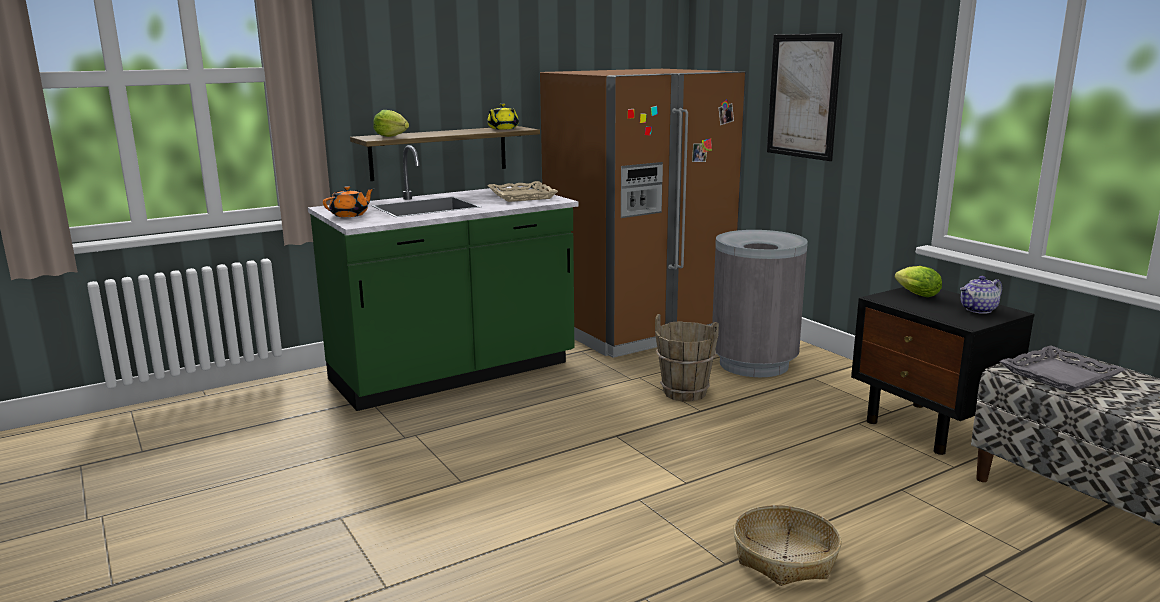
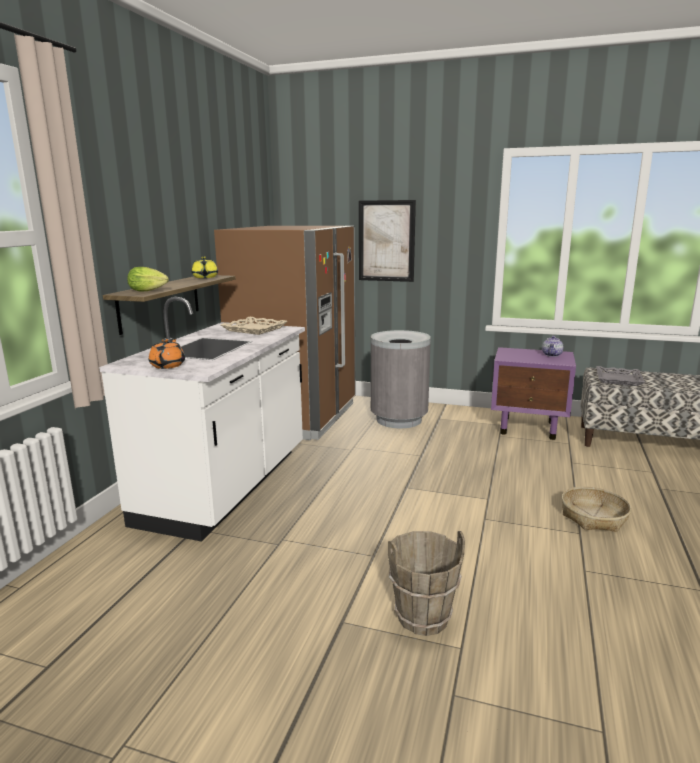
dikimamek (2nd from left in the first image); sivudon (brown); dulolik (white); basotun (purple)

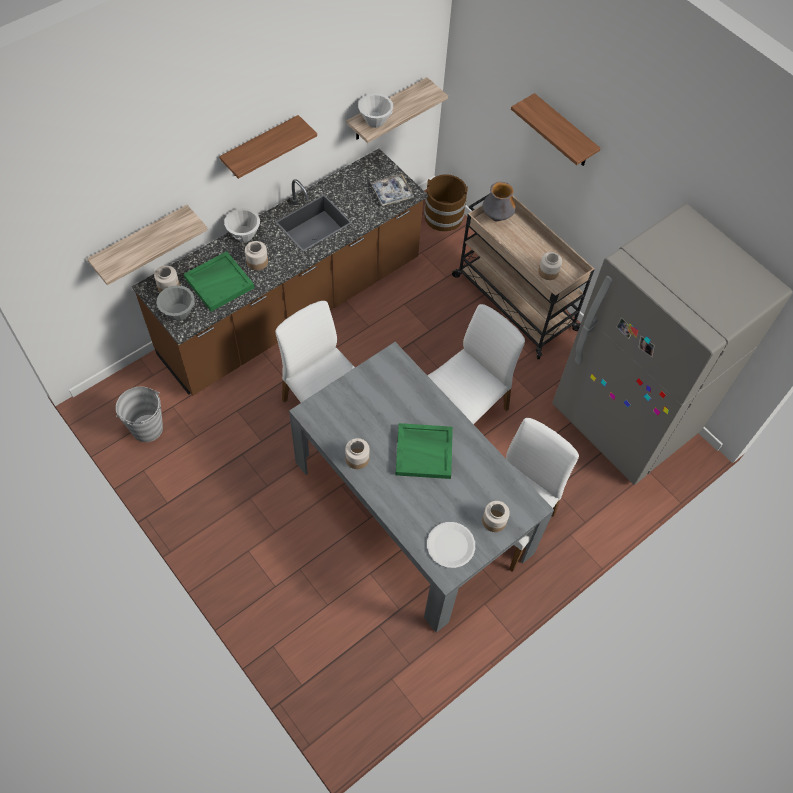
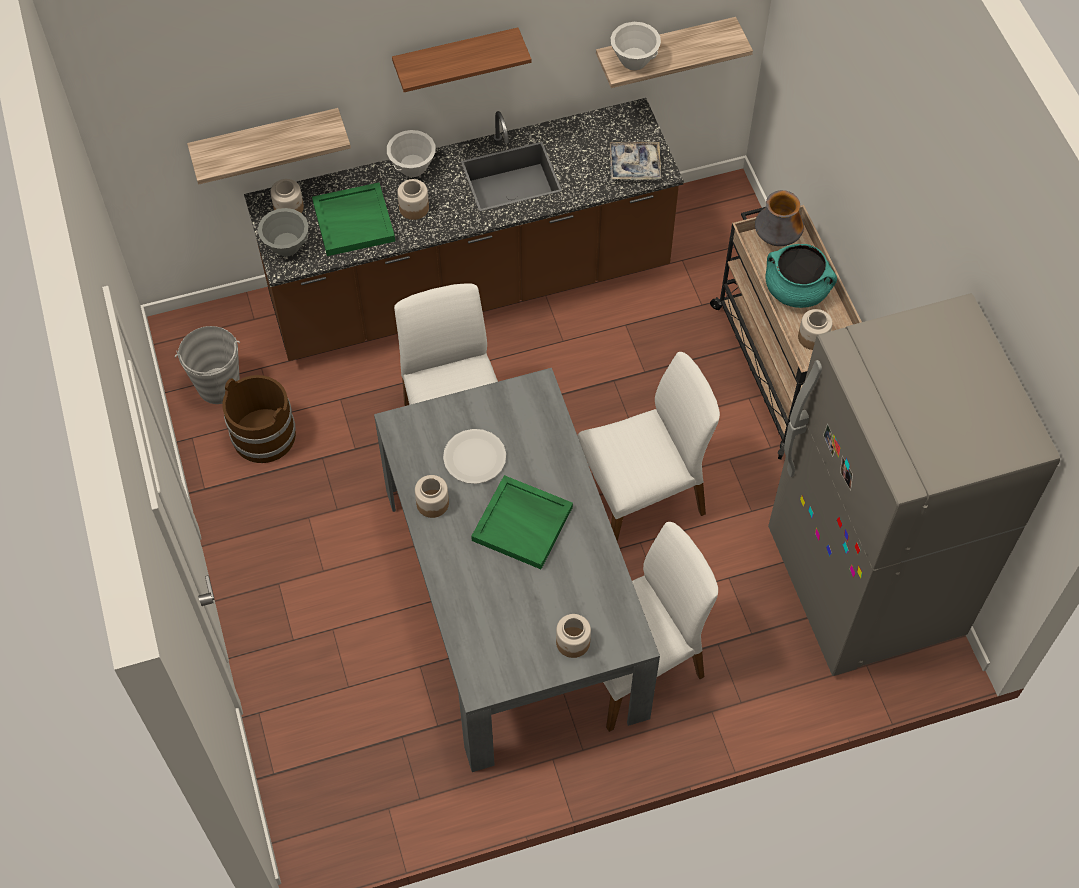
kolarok (4th from left in the first image); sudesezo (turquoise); sivudon (brown); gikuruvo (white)

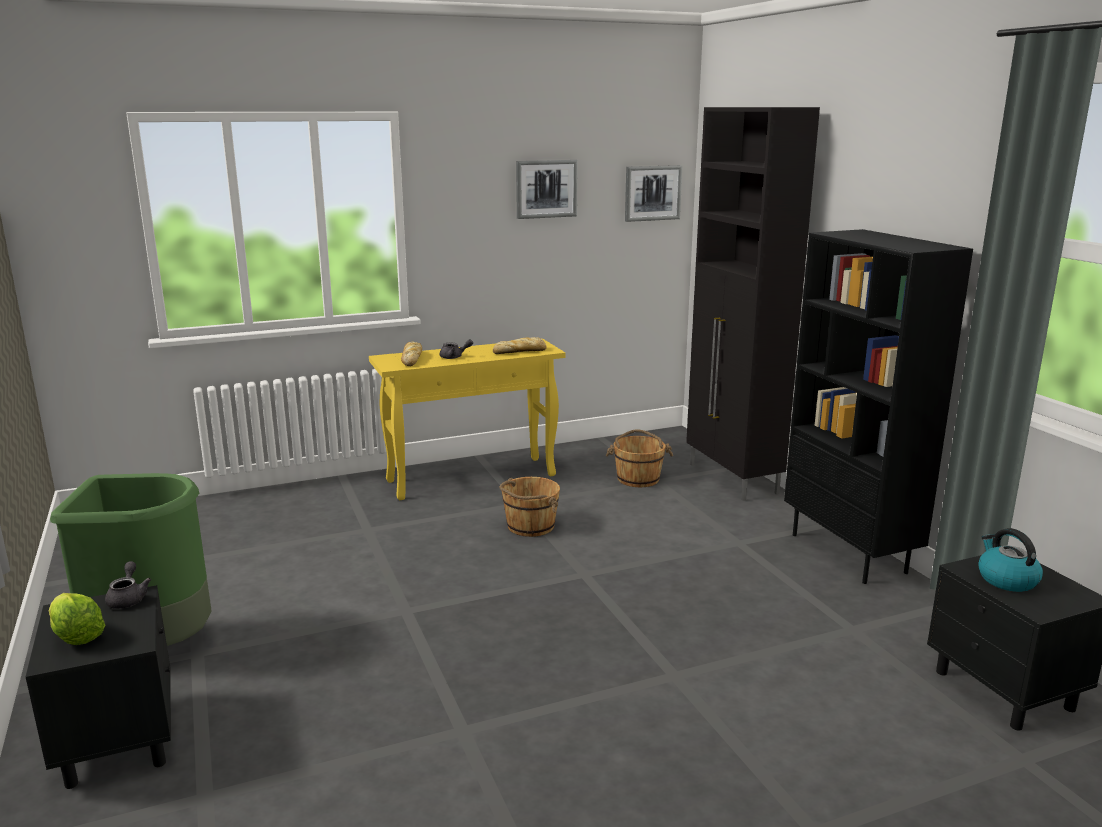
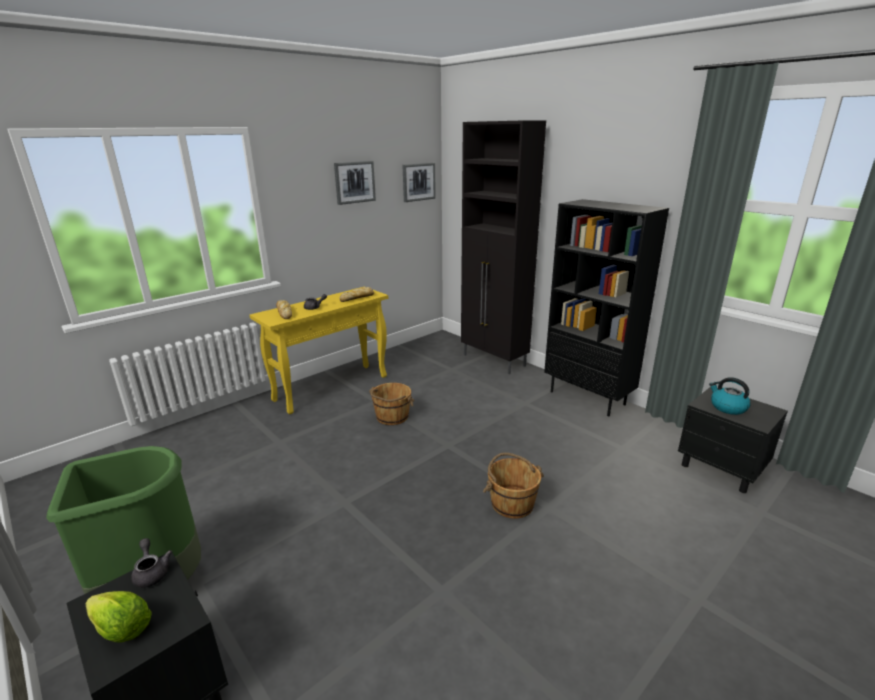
sivudon (brown) (2nd from left)

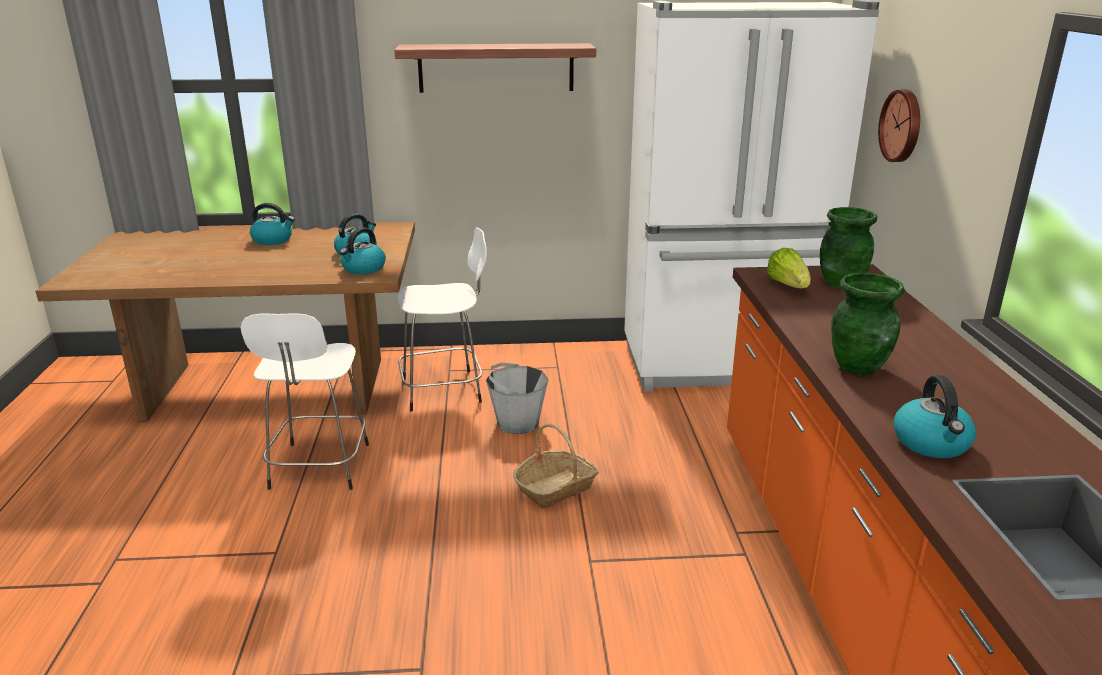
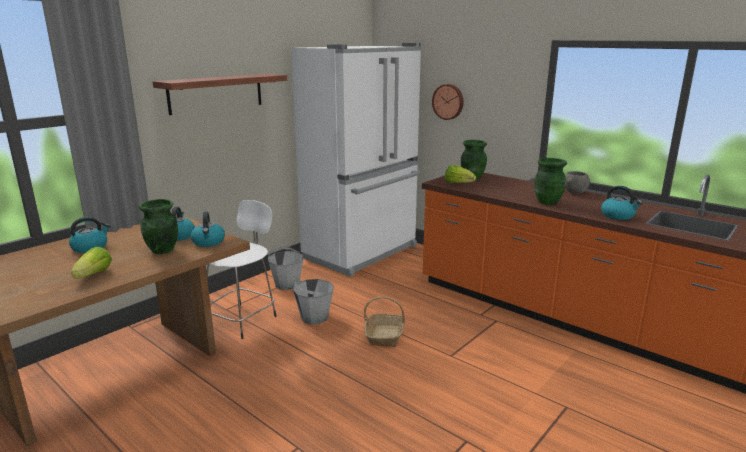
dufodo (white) (1st from left in the first image); dikimamek (1st from left); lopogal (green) (1st from left); sivudon (grey) (1st from left); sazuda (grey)

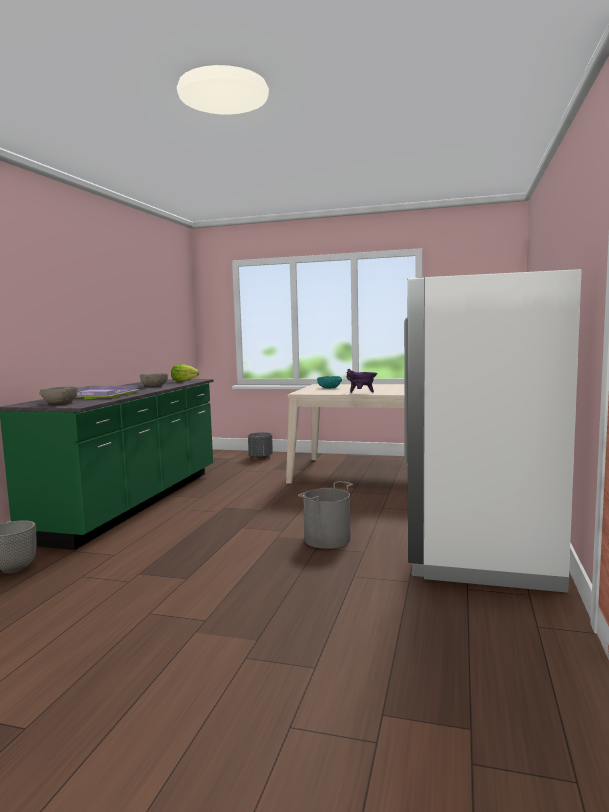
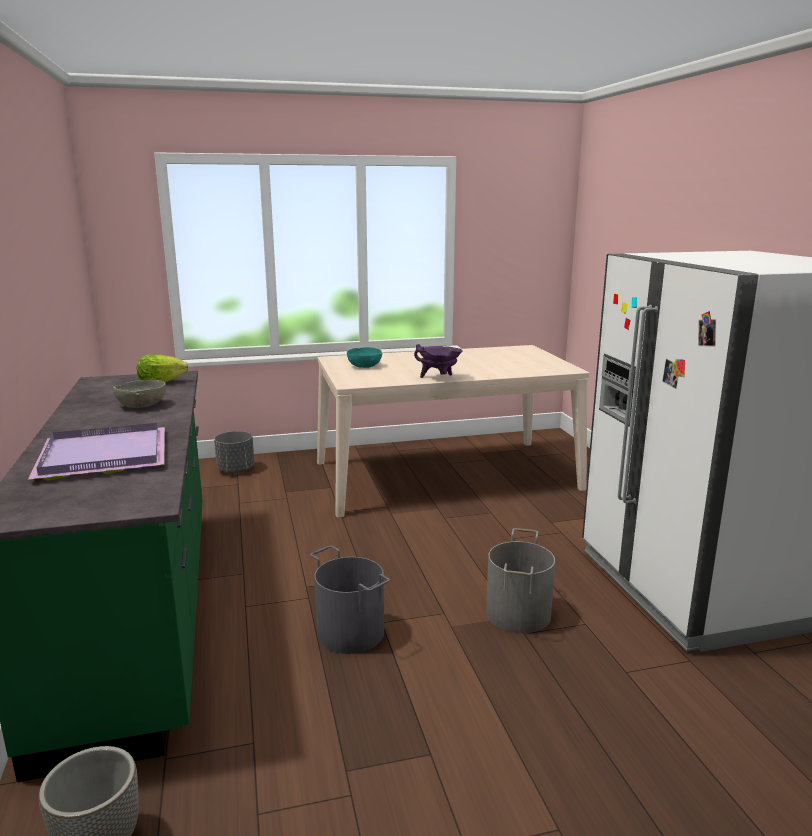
sazuda (grey) (1st from left in the first image); sivudon (grey) (1st from left)

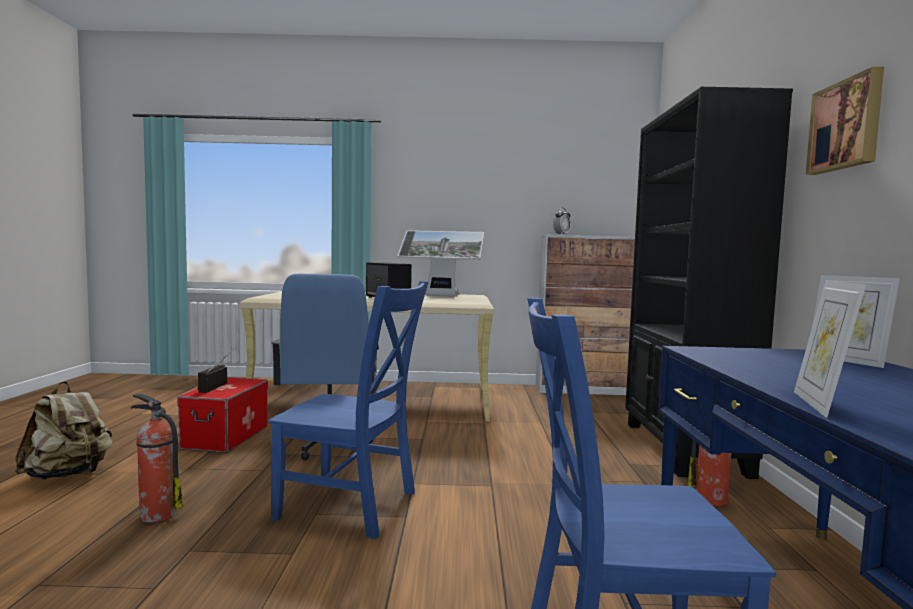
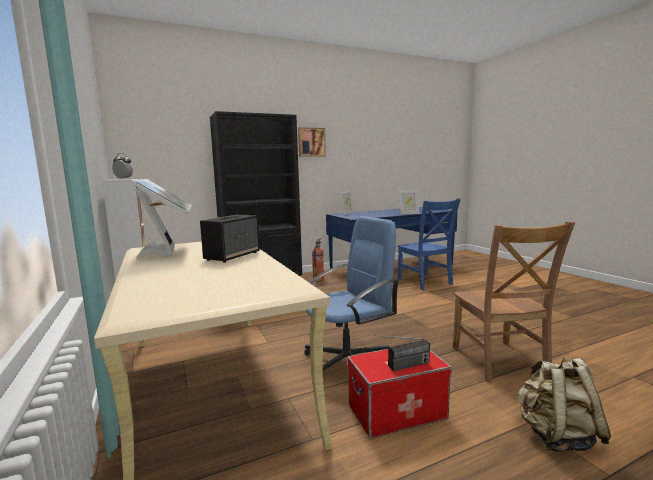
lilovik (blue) (1st from left in the first image); lilovik (brown)

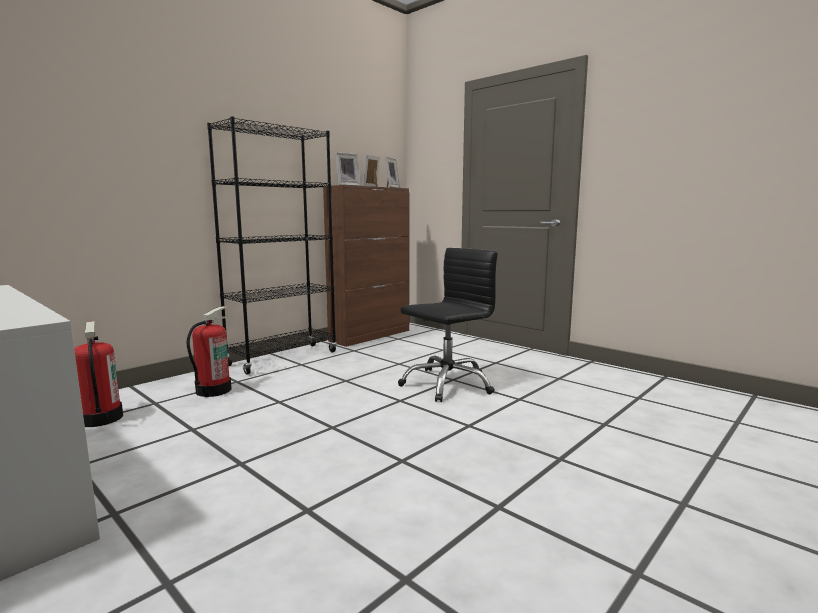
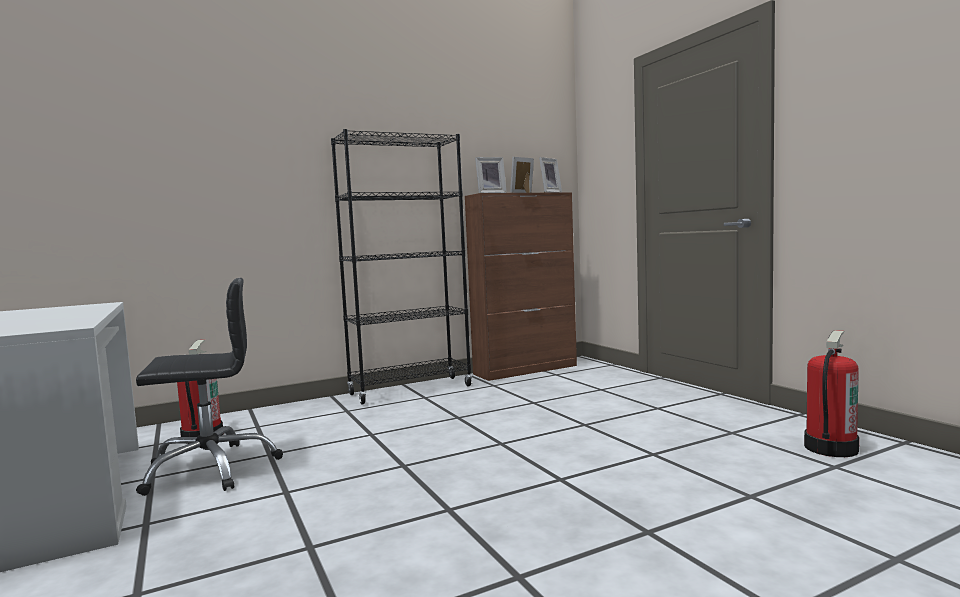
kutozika (2nd from left); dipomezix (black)

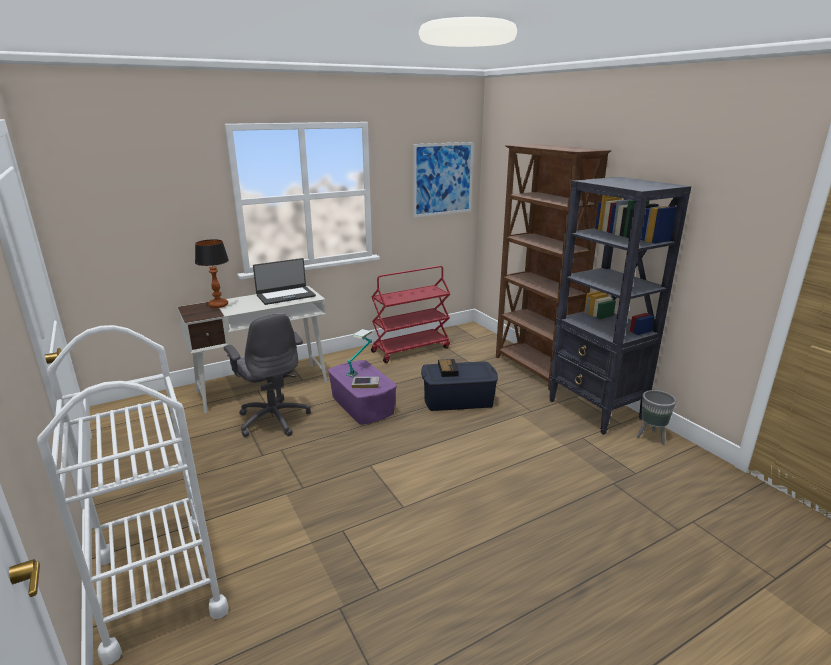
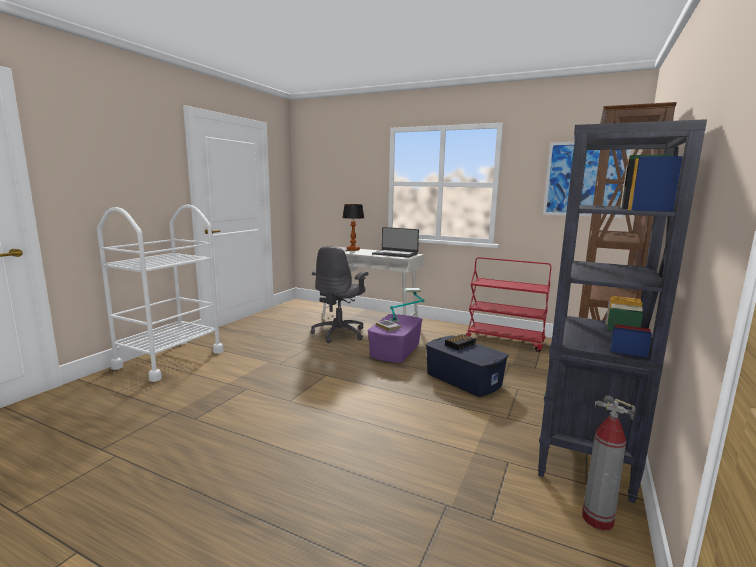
kutozika

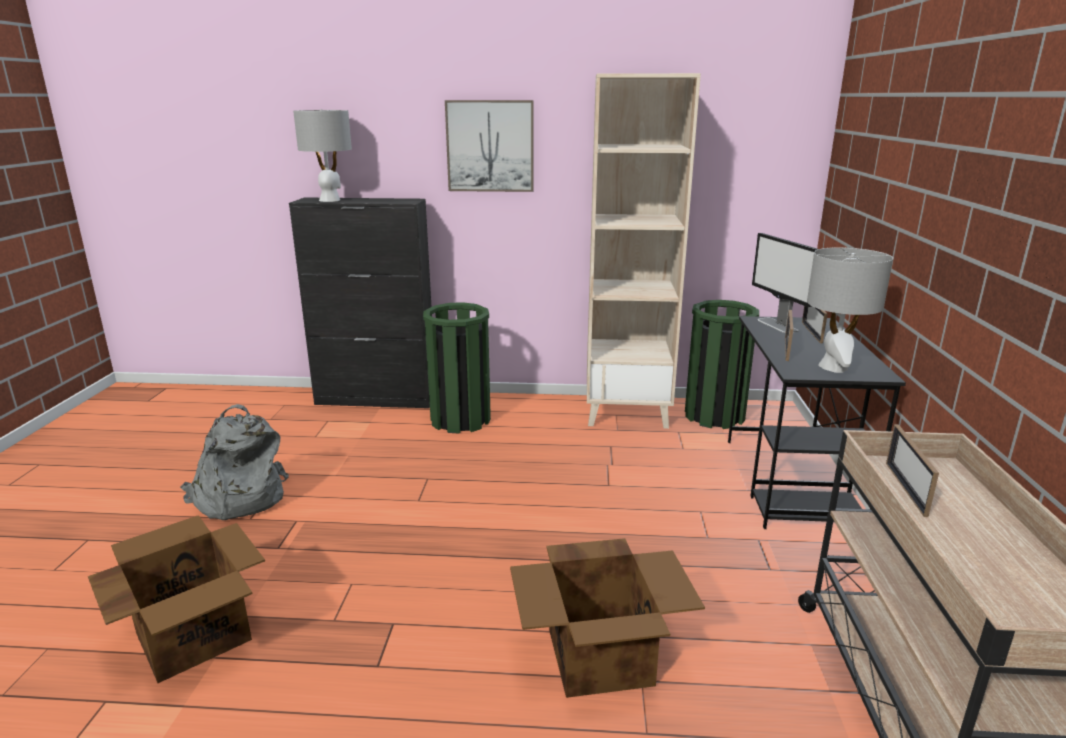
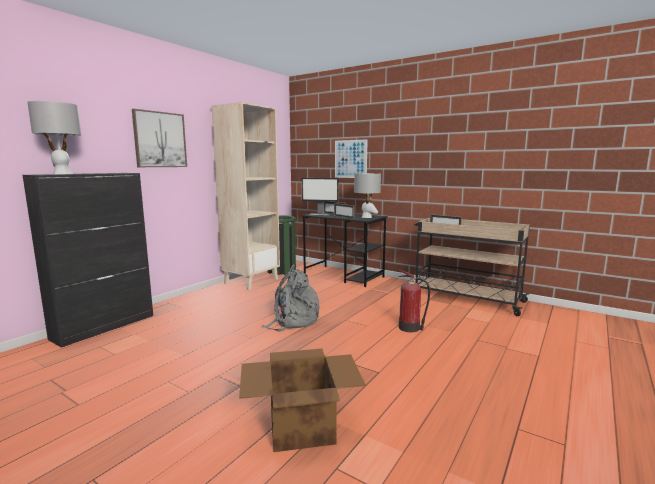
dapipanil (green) (1st from left in the first image); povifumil (2nd from left); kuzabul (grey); kutozika

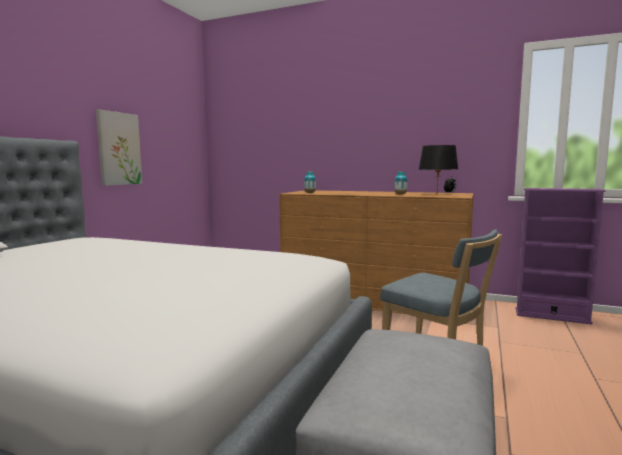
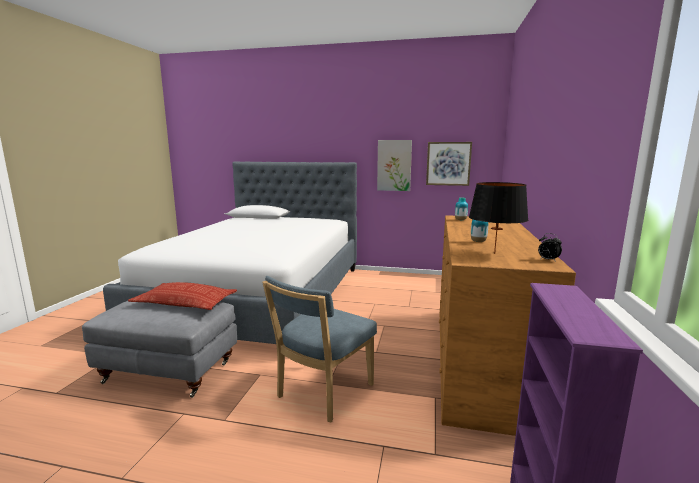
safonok; povifumil (2nd from left)

